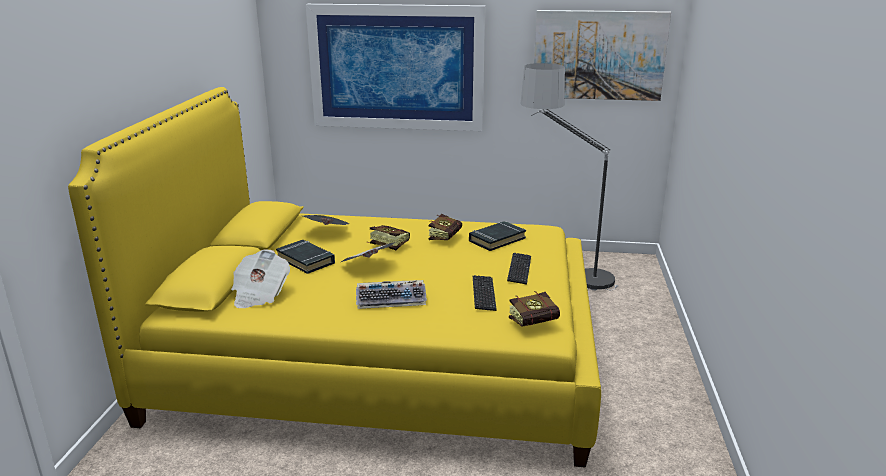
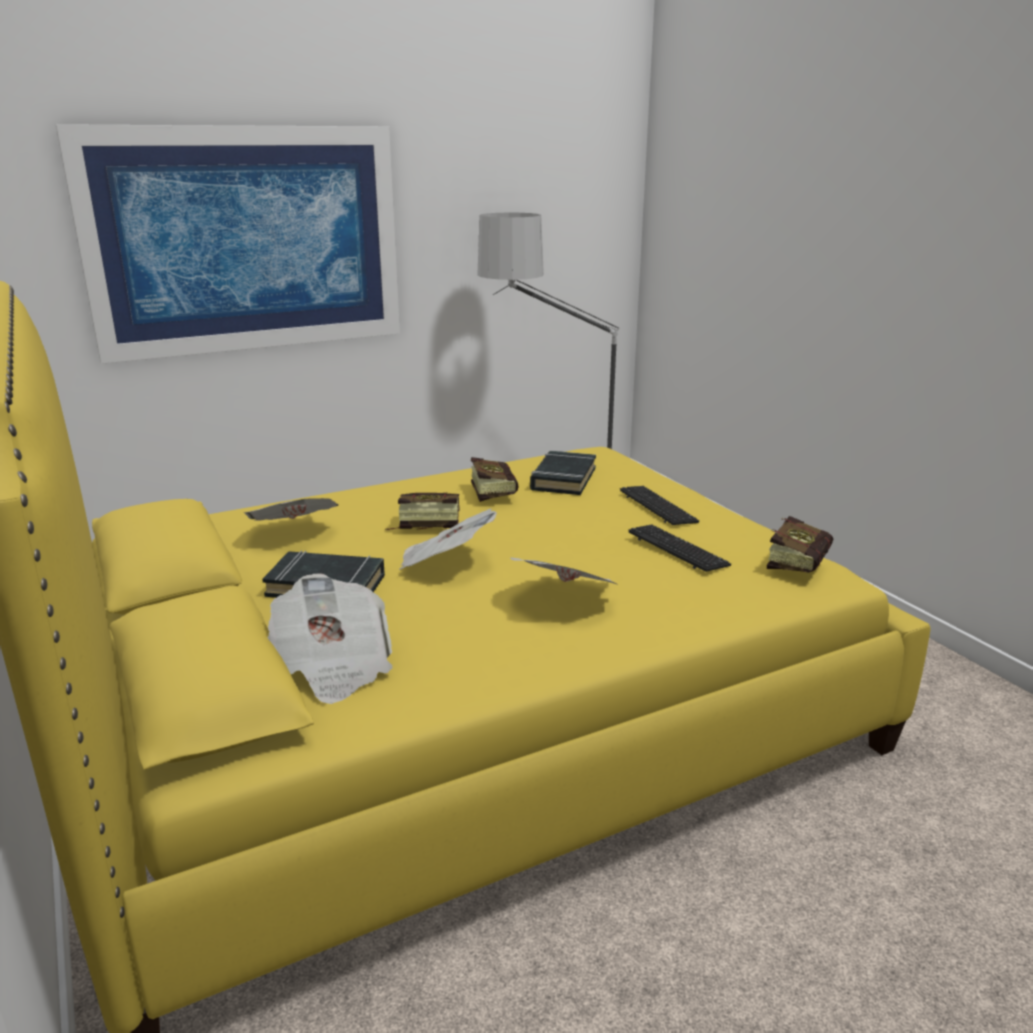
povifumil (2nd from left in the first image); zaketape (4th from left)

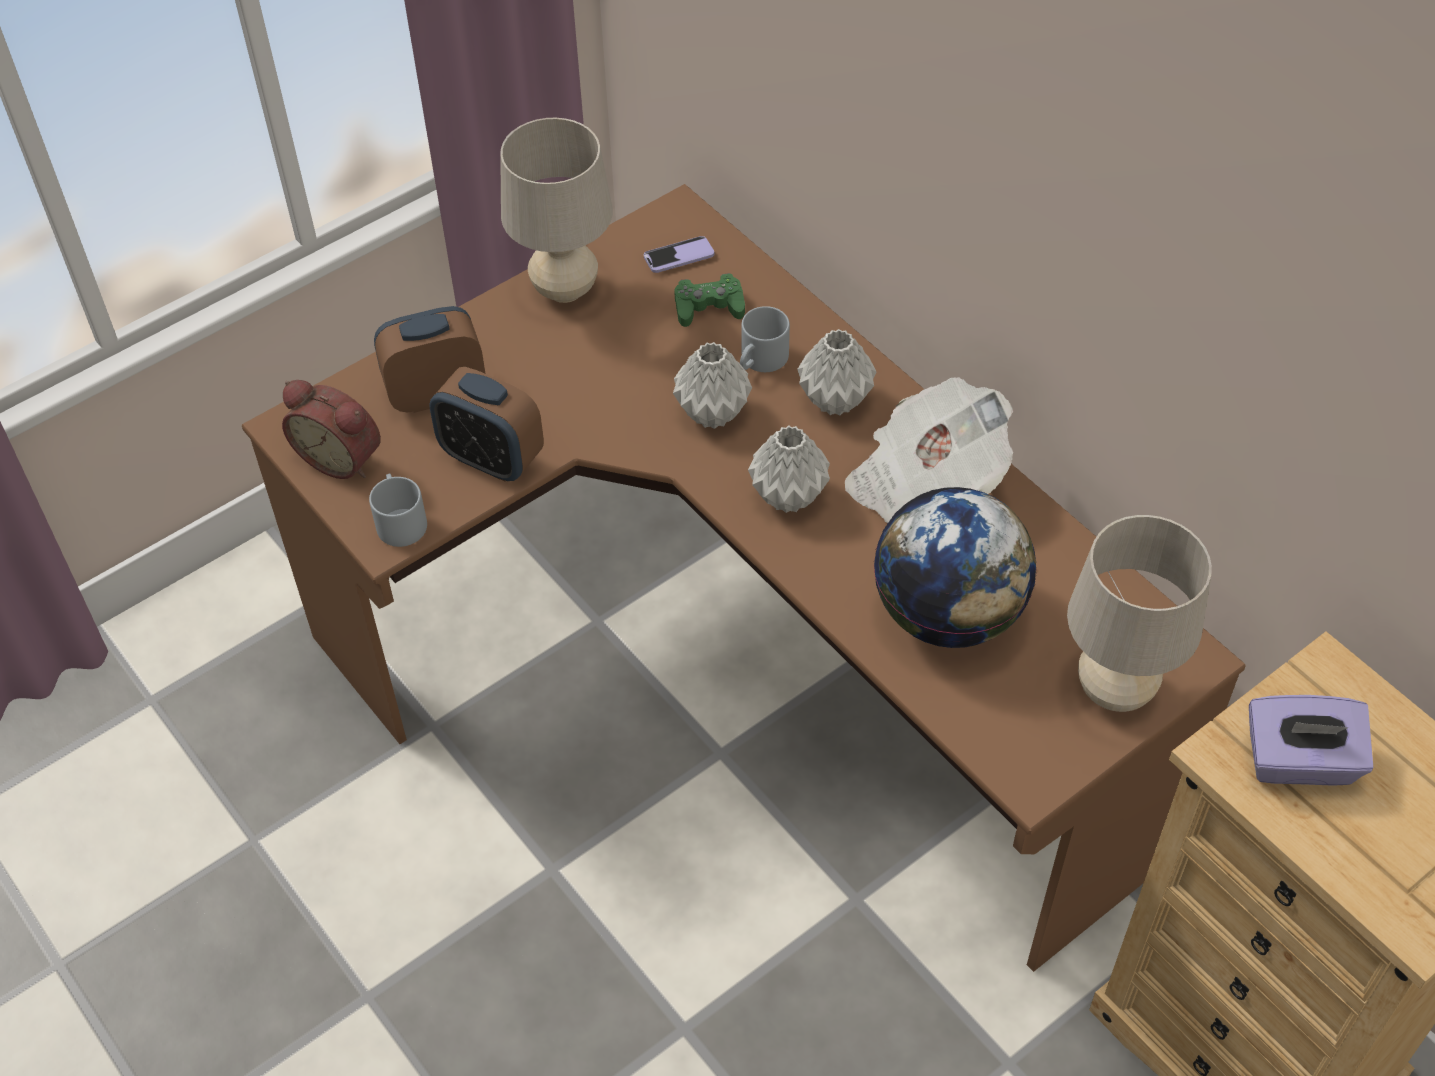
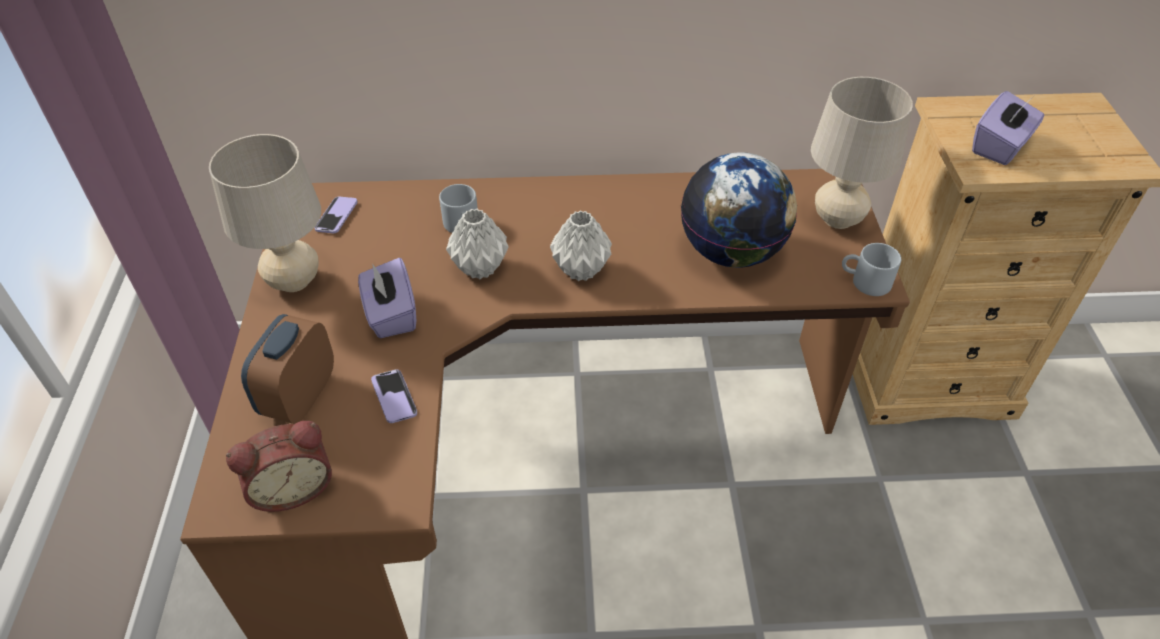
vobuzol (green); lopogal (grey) (3rd from left in the first image); zaketape; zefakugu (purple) (1st from left); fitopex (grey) (2nd from left); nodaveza (2nd from left)

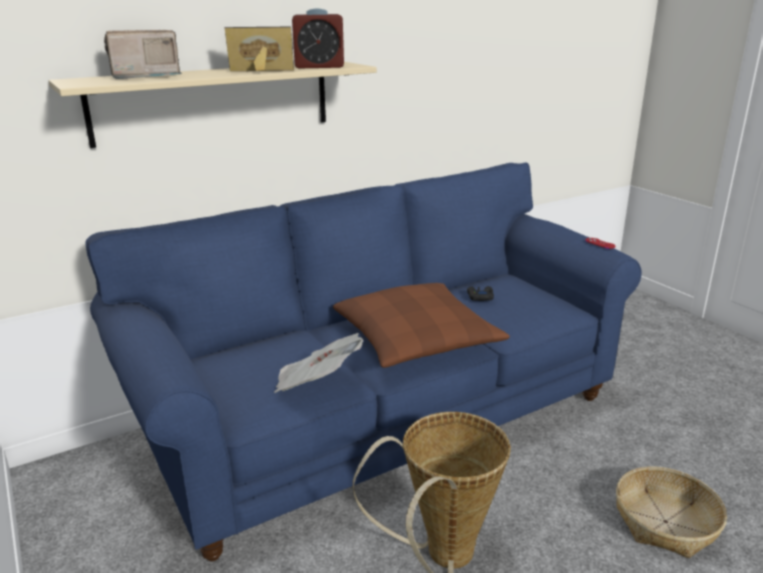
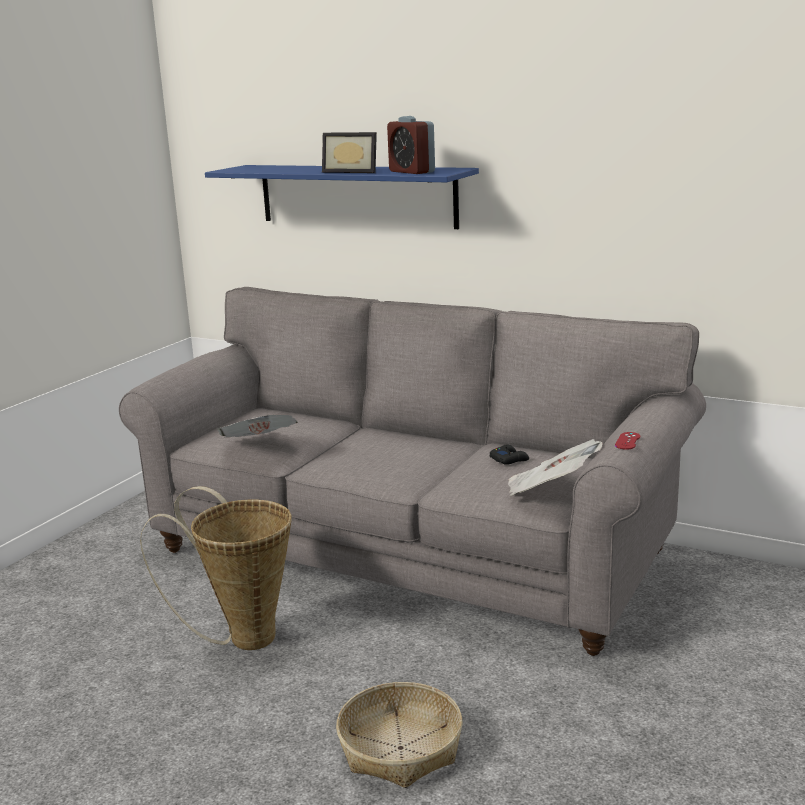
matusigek; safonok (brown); zaketape (2nd from left); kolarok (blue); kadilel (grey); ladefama

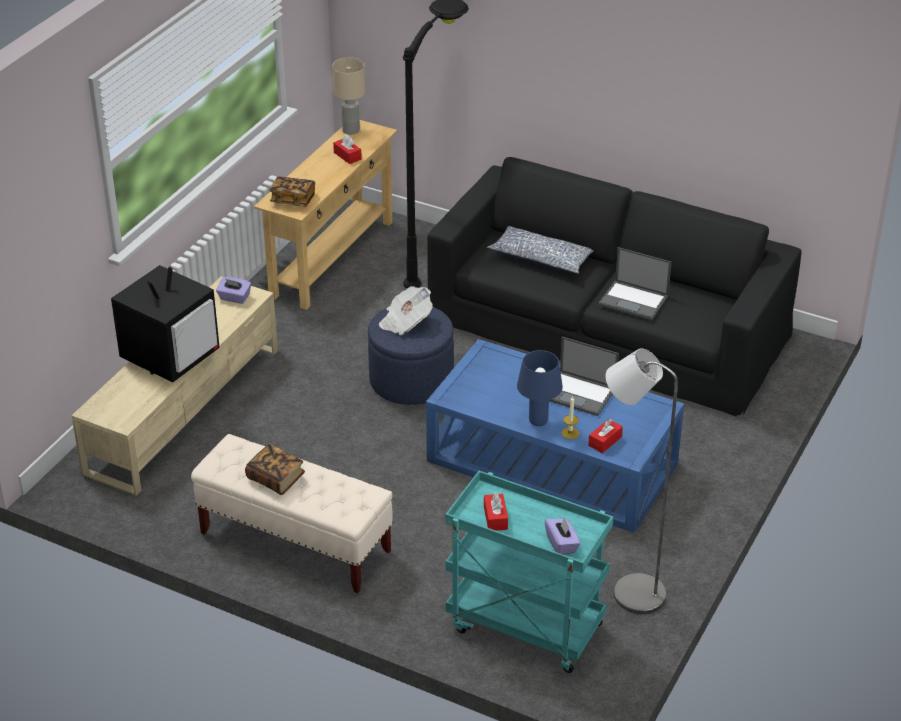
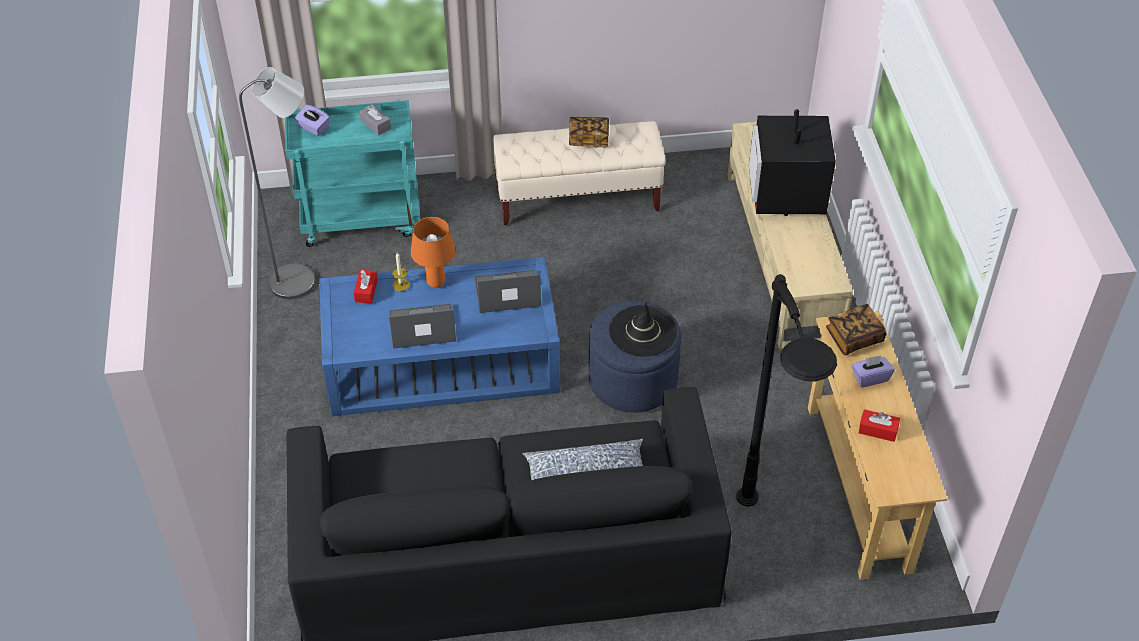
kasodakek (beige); zefakugu (purple) (2nd from left); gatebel (2nd from left); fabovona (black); zefakugu (grey); kasodakek (orange)

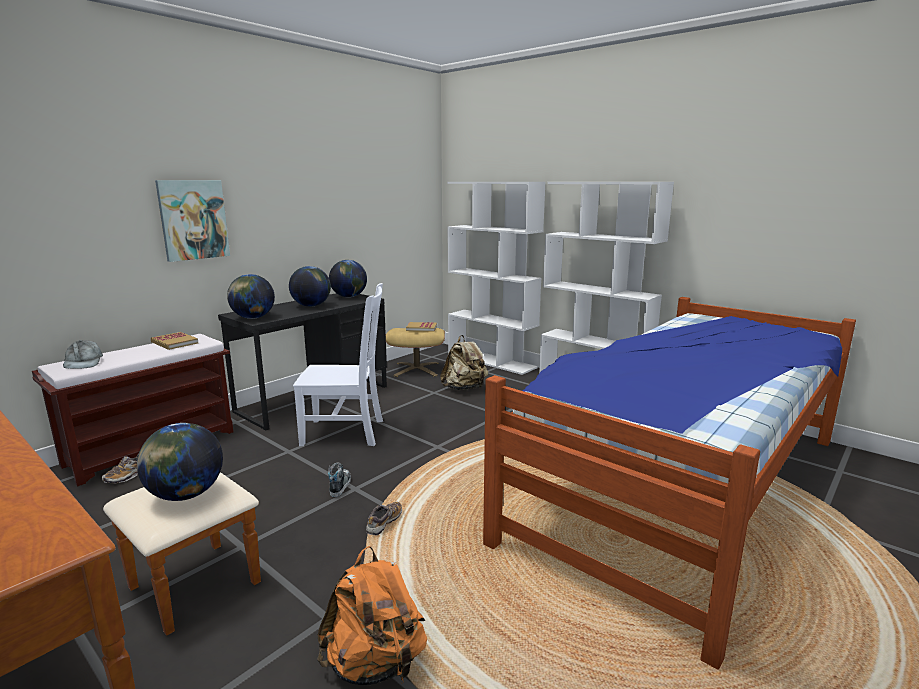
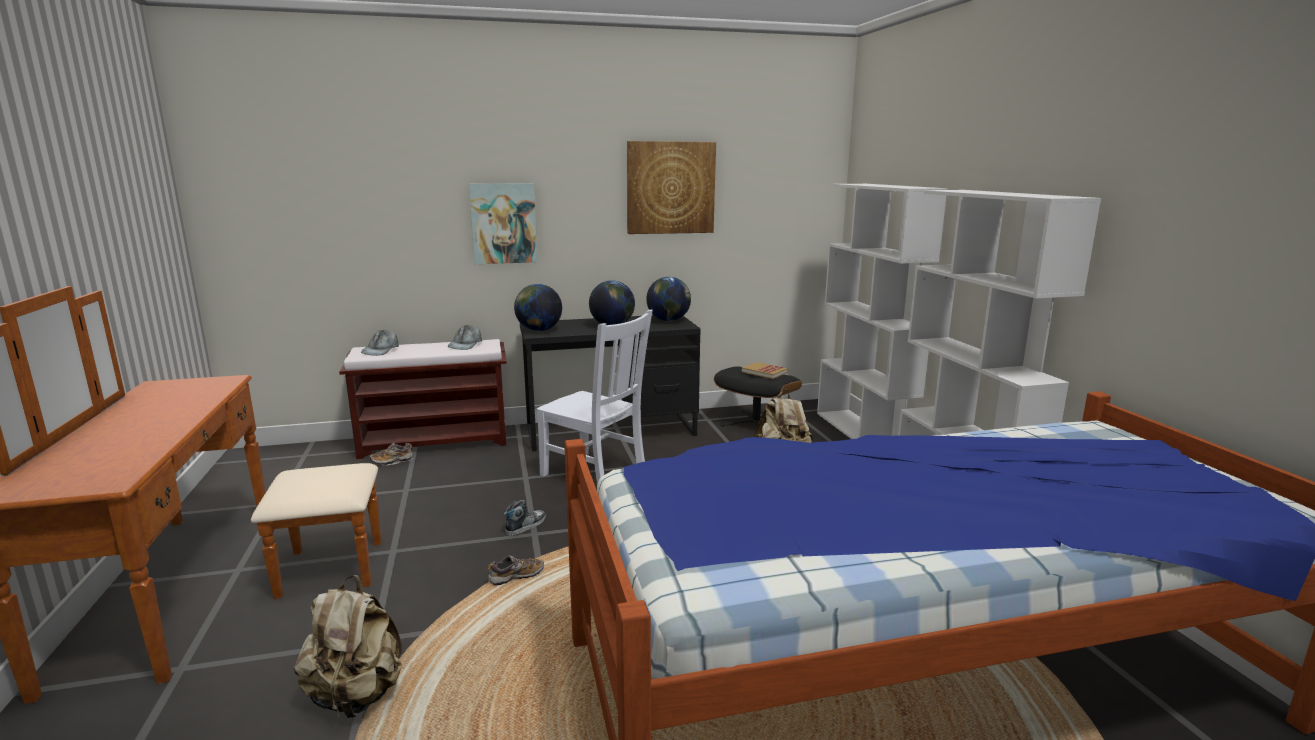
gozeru (1st from left in the first image); povifumil (2nd from left); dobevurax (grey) (2nd from left); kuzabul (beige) (1st from left); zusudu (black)

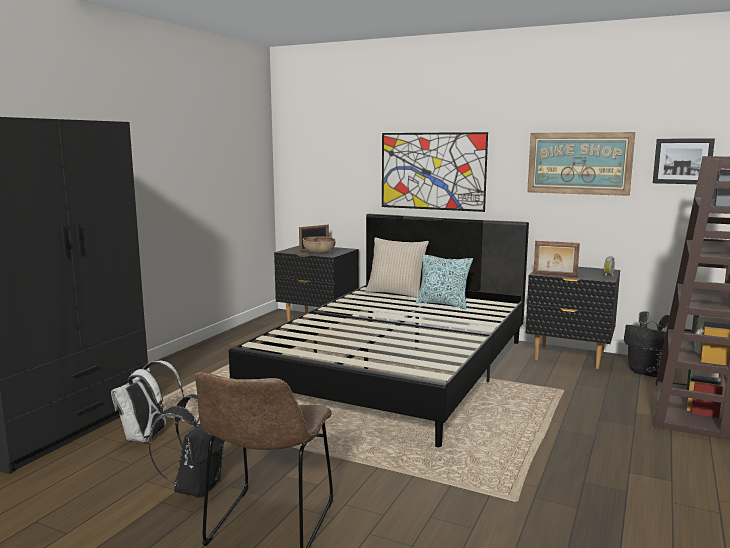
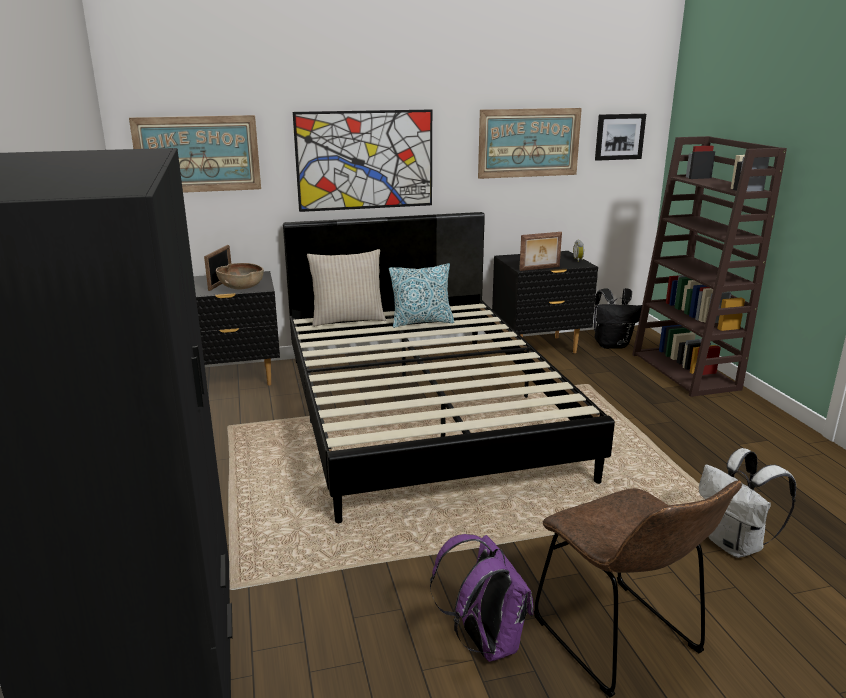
povifumil (1st from left); kuzabul (white); kuzabul (purple)

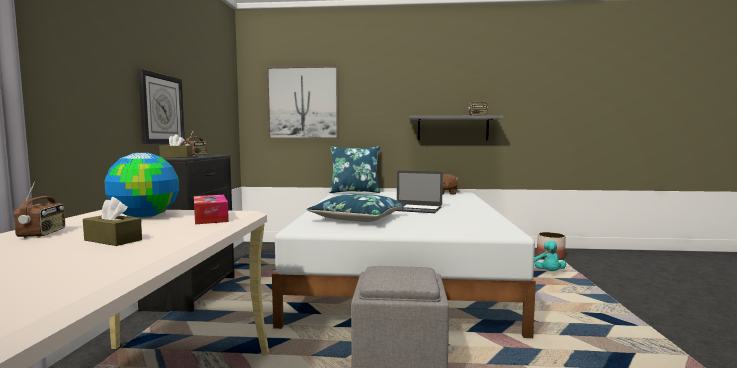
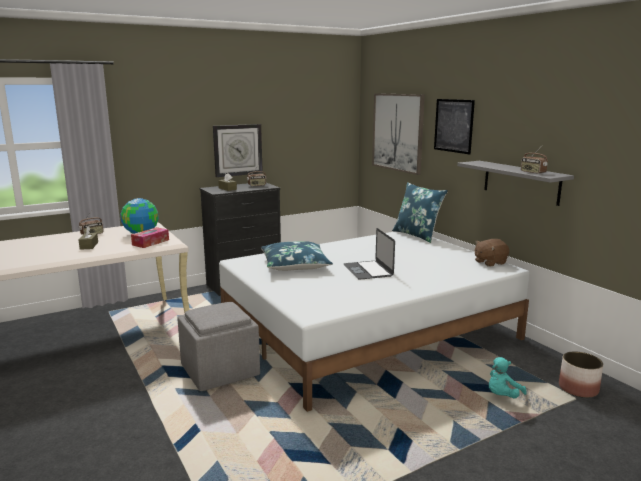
povifumil (2nd from left)

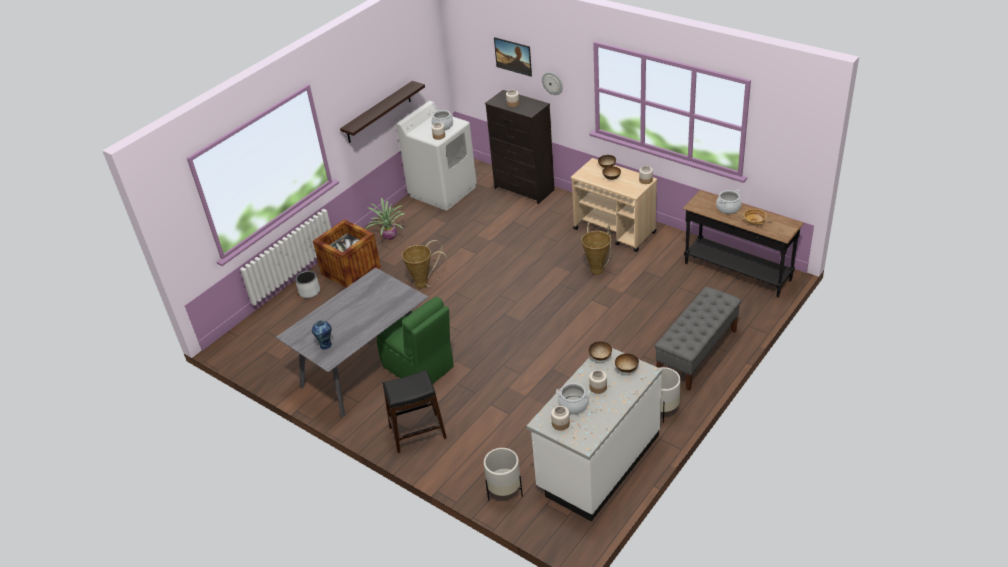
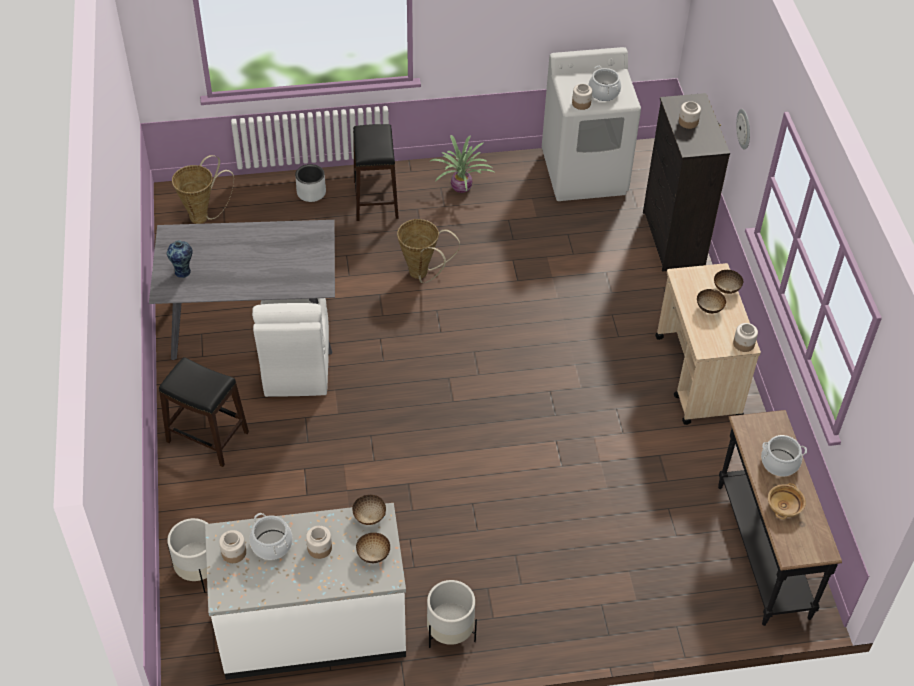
kolarok; povifumil; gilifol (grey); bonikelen (1st from left); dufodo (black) (2nd from left); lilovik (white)

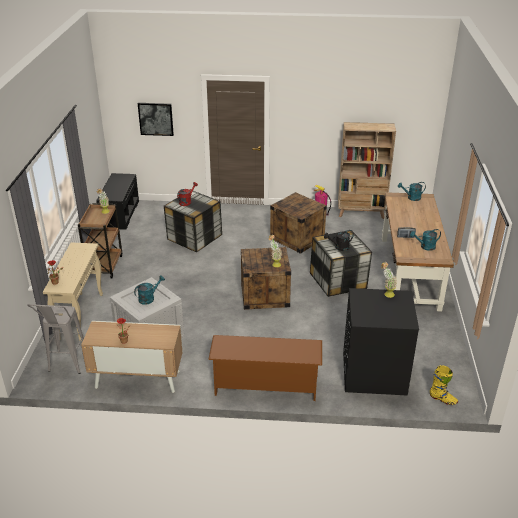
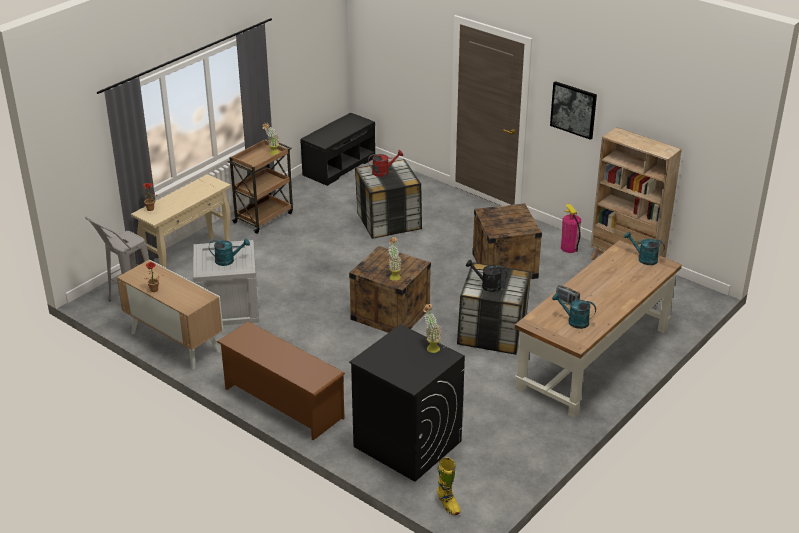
povifumil

